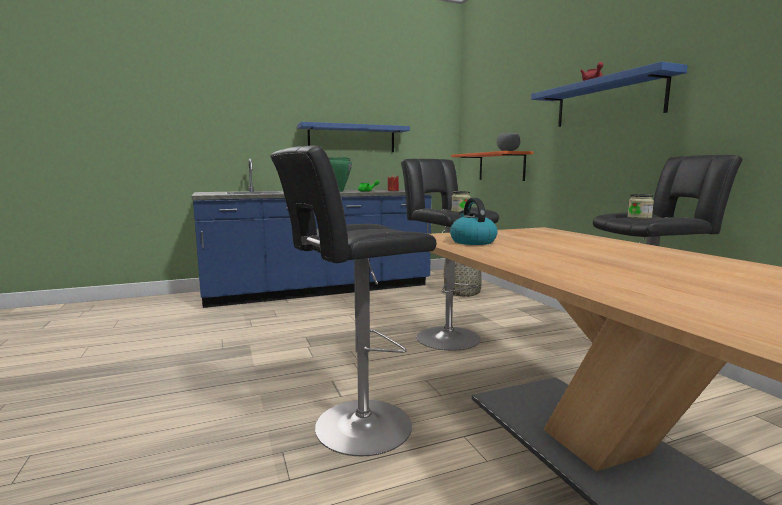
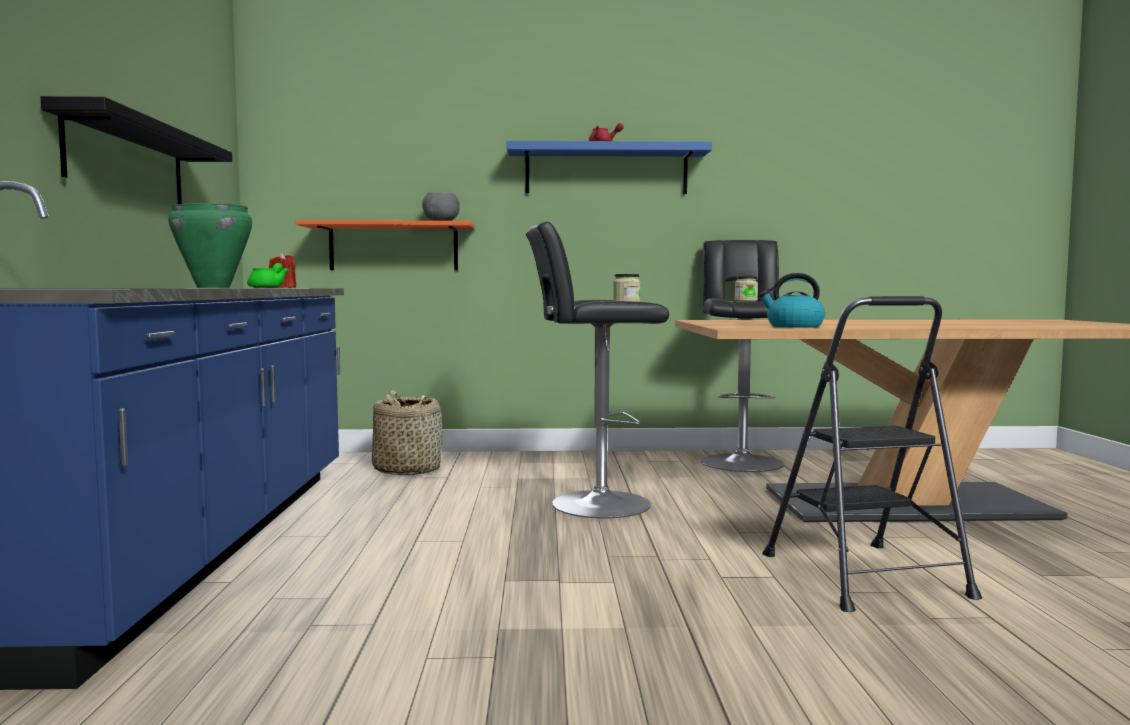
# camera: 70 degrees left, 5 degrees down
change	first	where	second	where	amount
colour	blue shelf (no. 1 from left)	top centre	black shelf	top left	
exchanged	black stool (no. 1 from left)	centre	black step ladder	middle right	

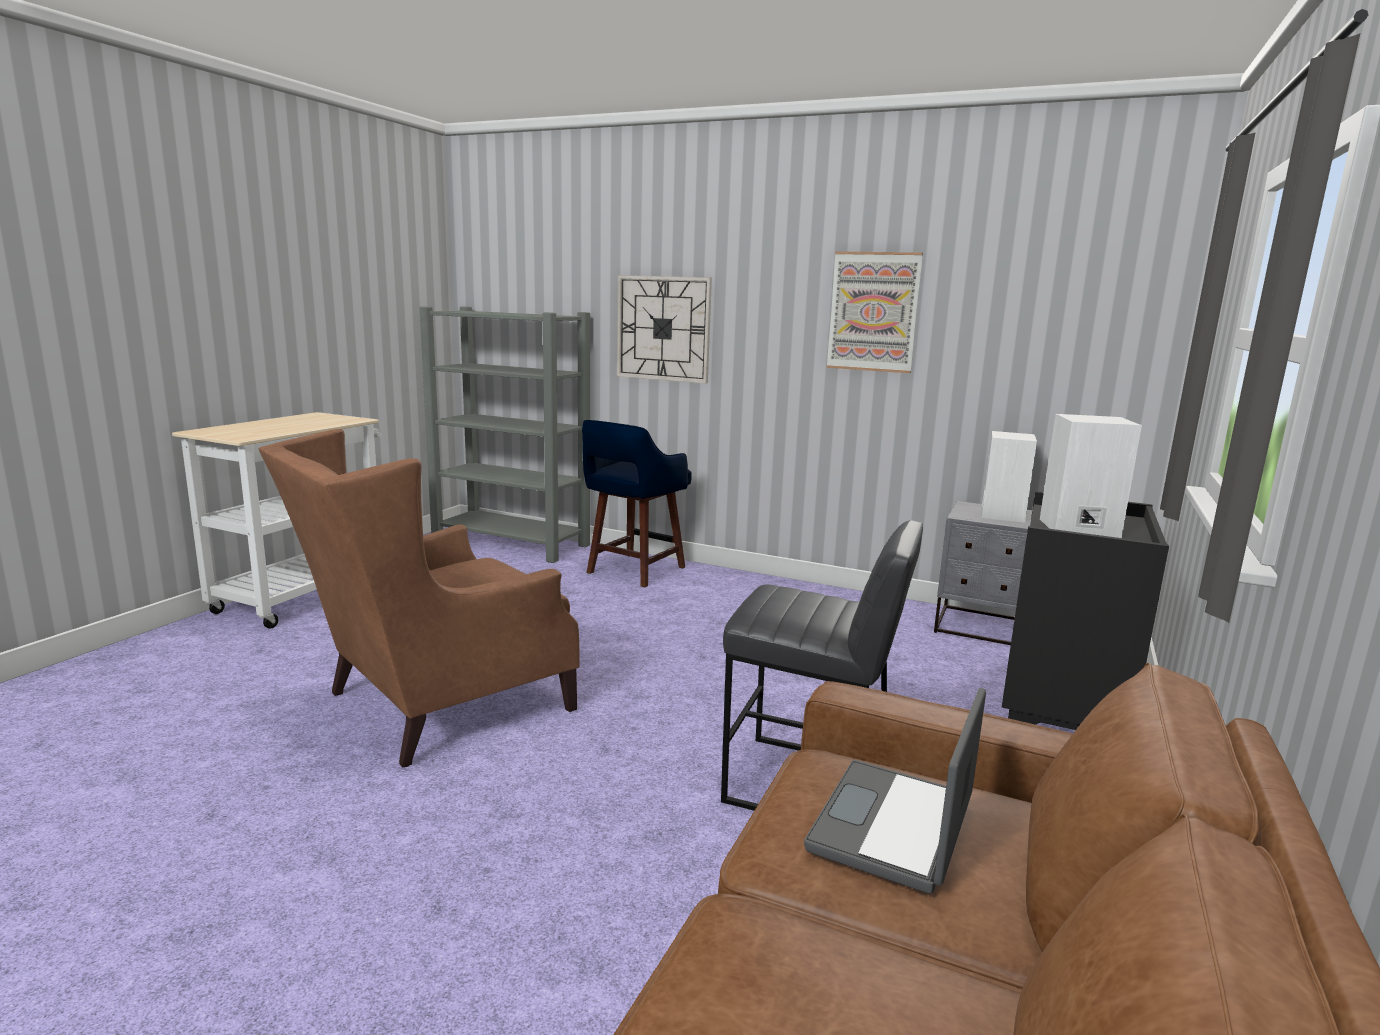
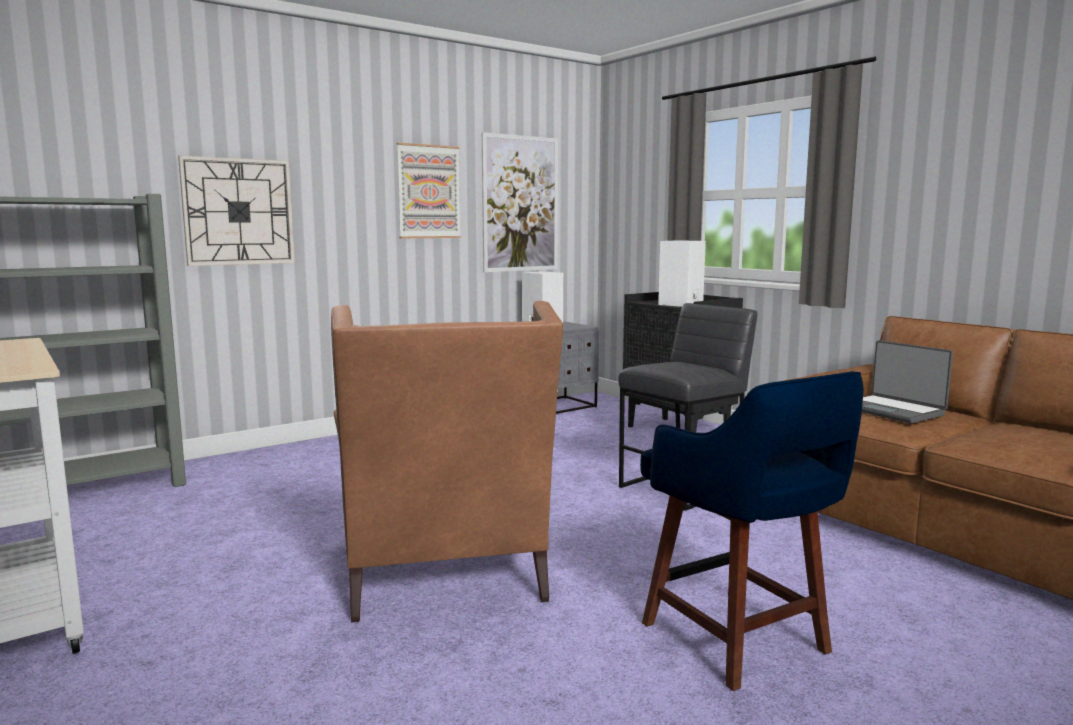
# camera: 60 degrees left, 5 degrees down
change	first	where	second	where	amount
appeared			picture (no. 2 from left)	top centre	
relocated	blue stool	centre		bottom right	

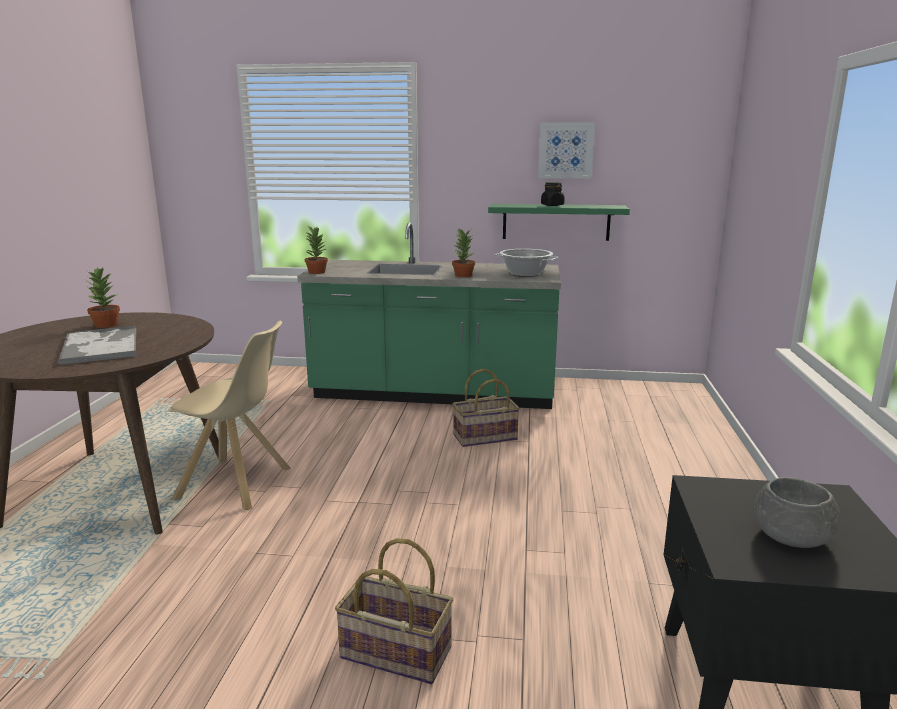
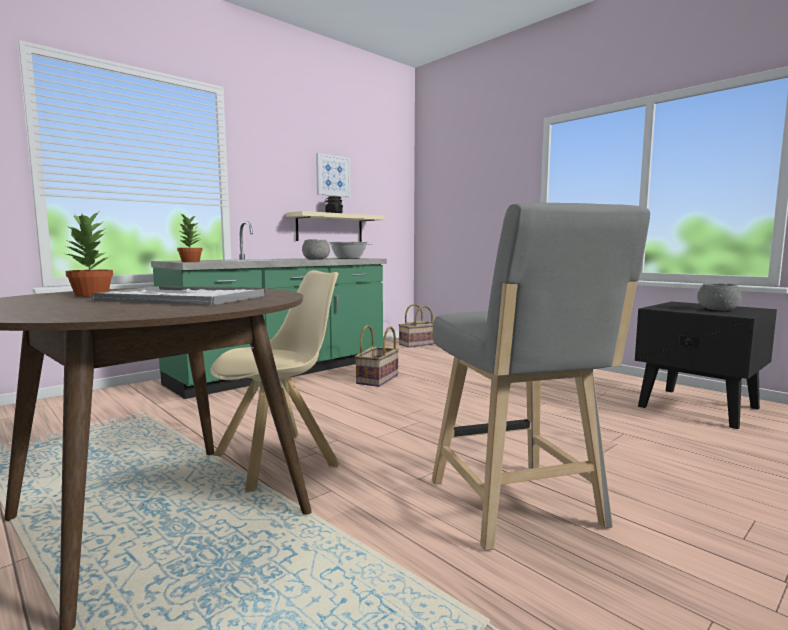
# camera: 50 degrees left, 10 degrees down
change	first	where	second	where	amount
colour	green shelf	top centre	beige shelf	centre	
exchanged	potted plant (no. 3 from left)	centre	grey bowl (no. 1 from left)	centre	
relocated	basket (no. 1 from left in the first image)	bottom centre	basket (no. 2 from left)	centre	
appeared			grey stool	middle right	

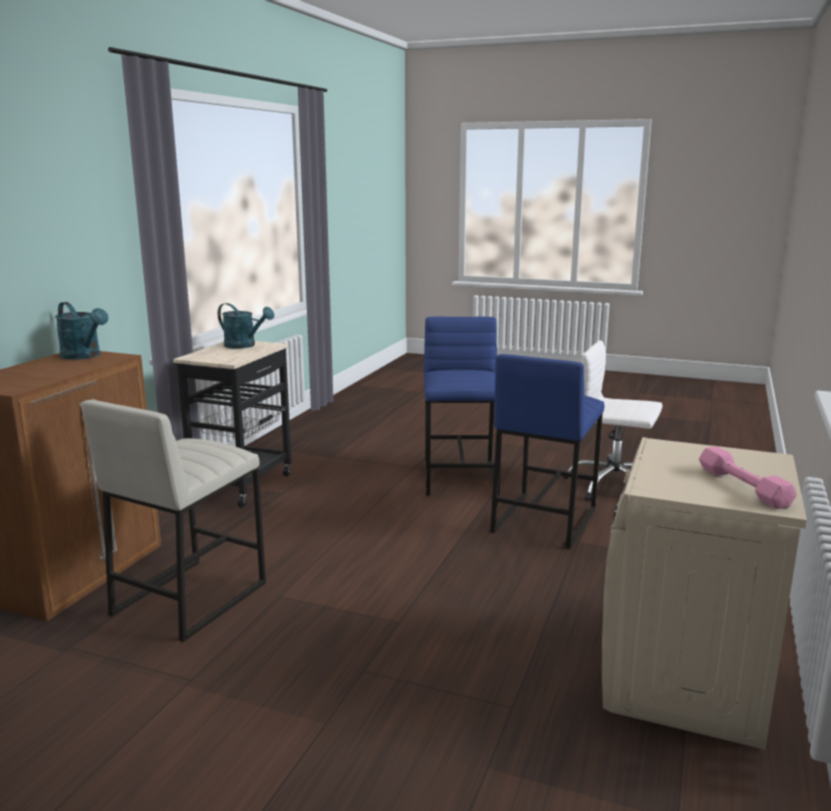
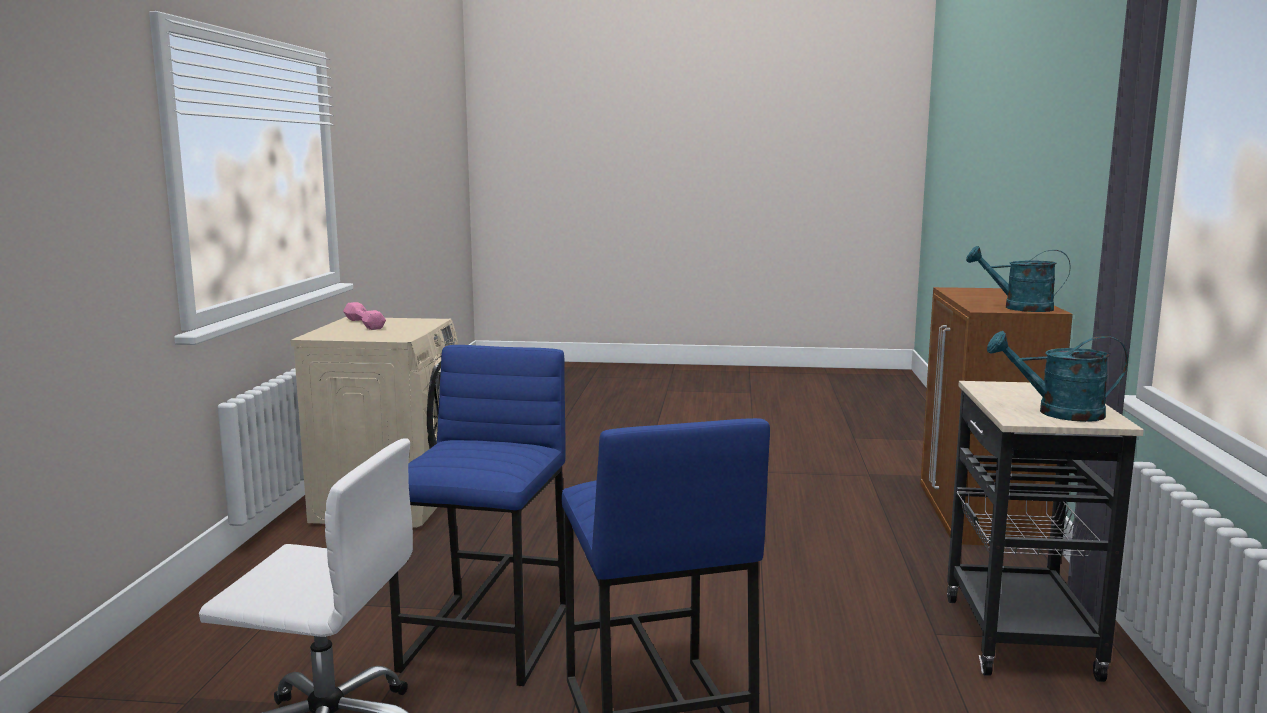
# camera: 165 degrees right, 5 degrees down
change	first	where	second	where	amount
missing	beige stool	middle left			

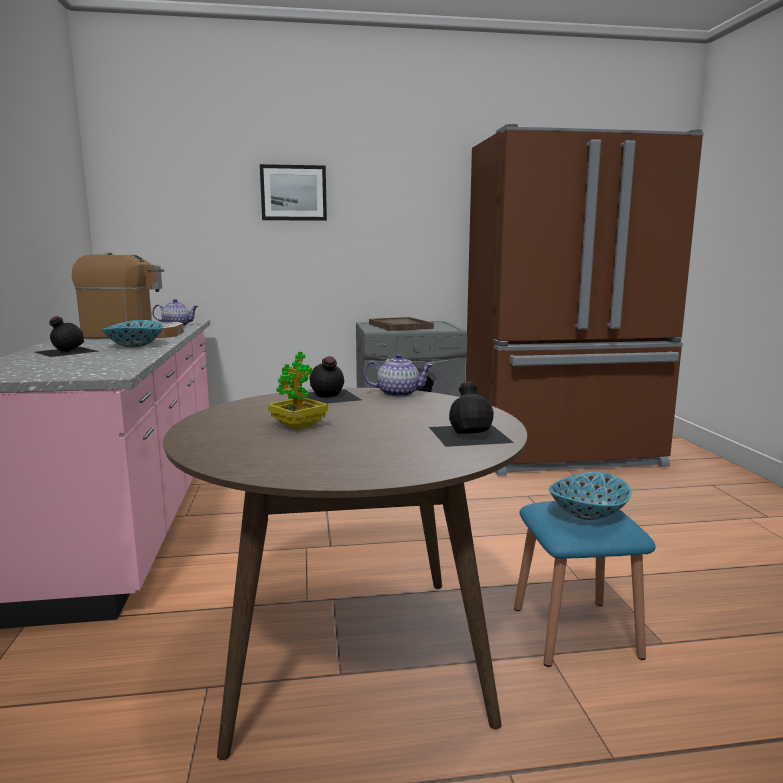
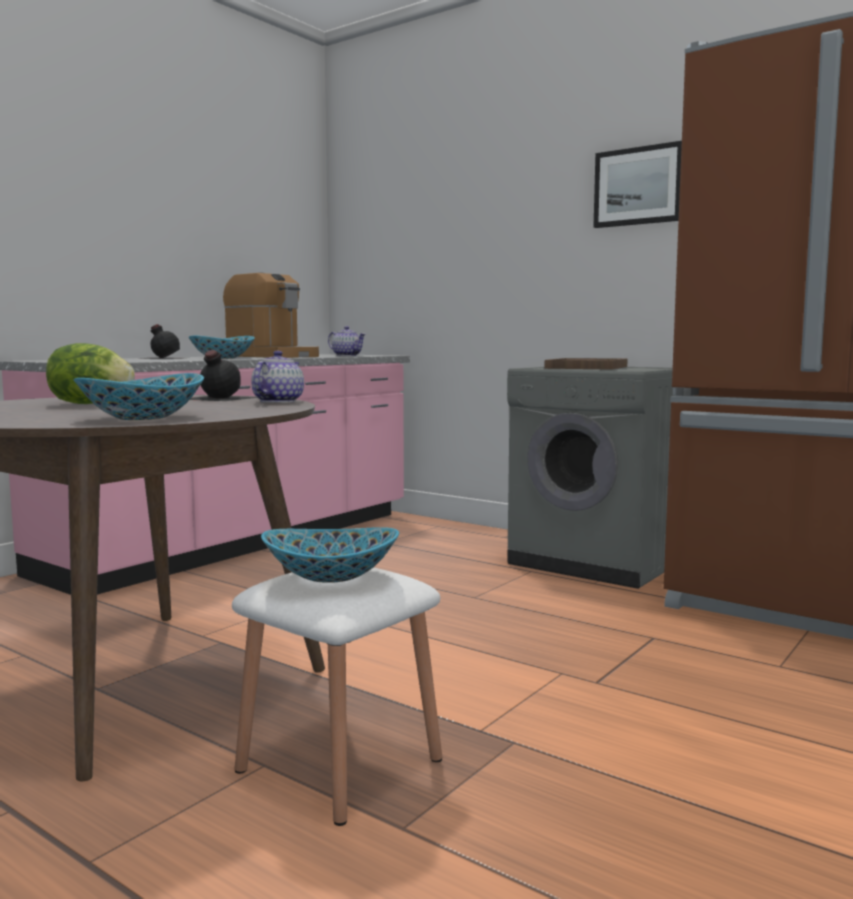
# camera: 45 degrees right, 5 degrees down
change	first	where	second	where	amount
exchanged	potted plant	centre	lettuce	middle left	
exchanged	black bottle (no. 3 from left)	centre	bowl (no. 1 from left)	middle left	
colour	blue stool	bottom right	white stool	bottom centre	
spun	teapot (no. 2 from left in the first image)	centre	teapot (no. 1 from left)	middle left	120 degrees counterclockwise
relocated	picture	top centre		top right	

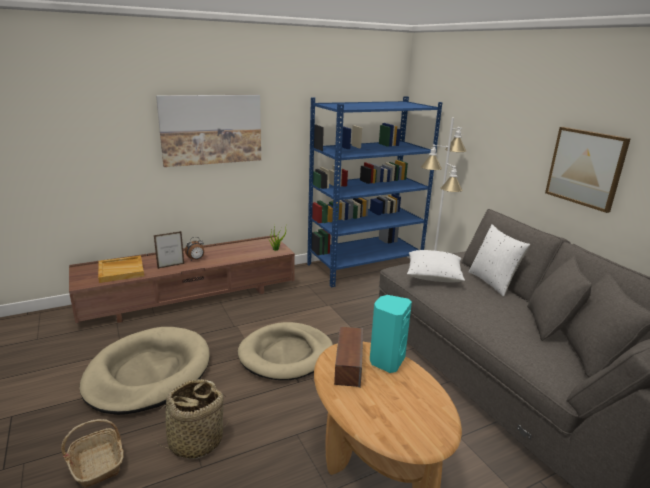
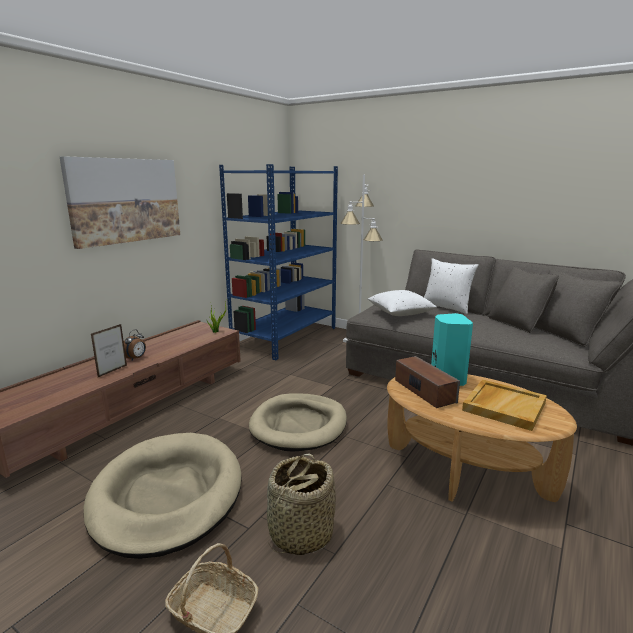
# camera: 30 degrees left, 5 degrees down
change	first	where	second	where	amount
relocated	beige tray	middle left		middle right	
missing	picture (no. 2 from left)	middle right			

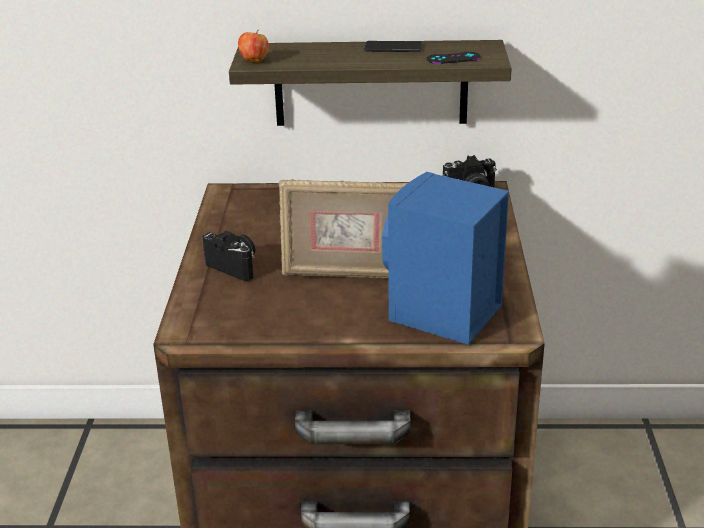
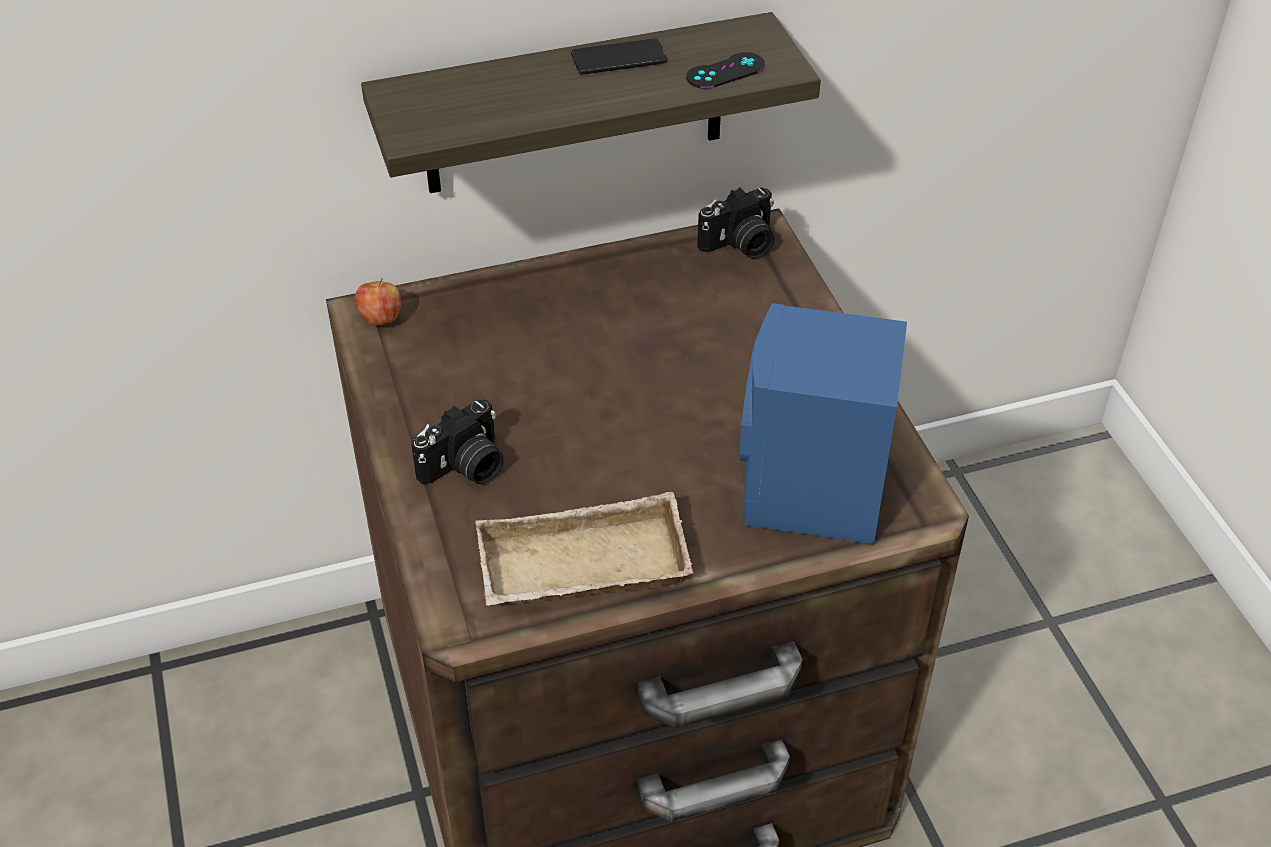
# camera: 20 degrees left, 15 degrees up
change	first	where	second	where	amount
relocated	apple	top centre		middle left	
spun	photo camera (no. 1 from left)	middle left		centre	120 degrees clockwise
appeared			beige tray	centre	
missing	picture frame	centre			

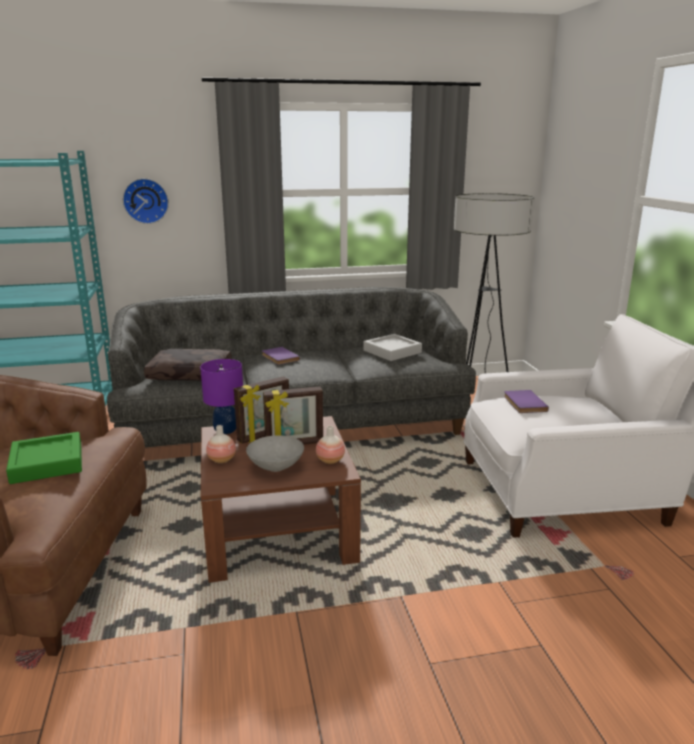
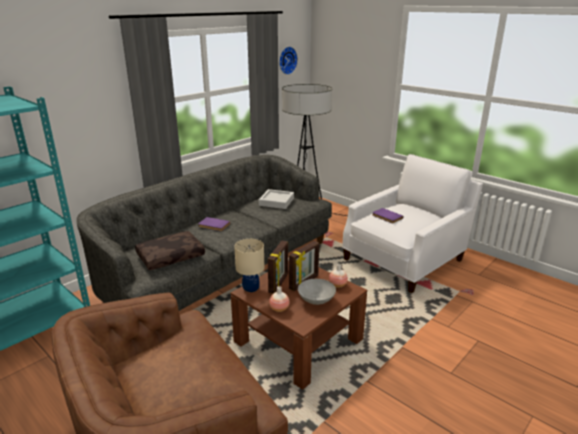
# camera: 35 degrees left, 5 degrees up
change	first	where	second	where	amount
colour	purple table lamp	middle left	beige table lamp	centre	
relocated	wall clock	top left		top centre	
missing	green tray	middle left			

